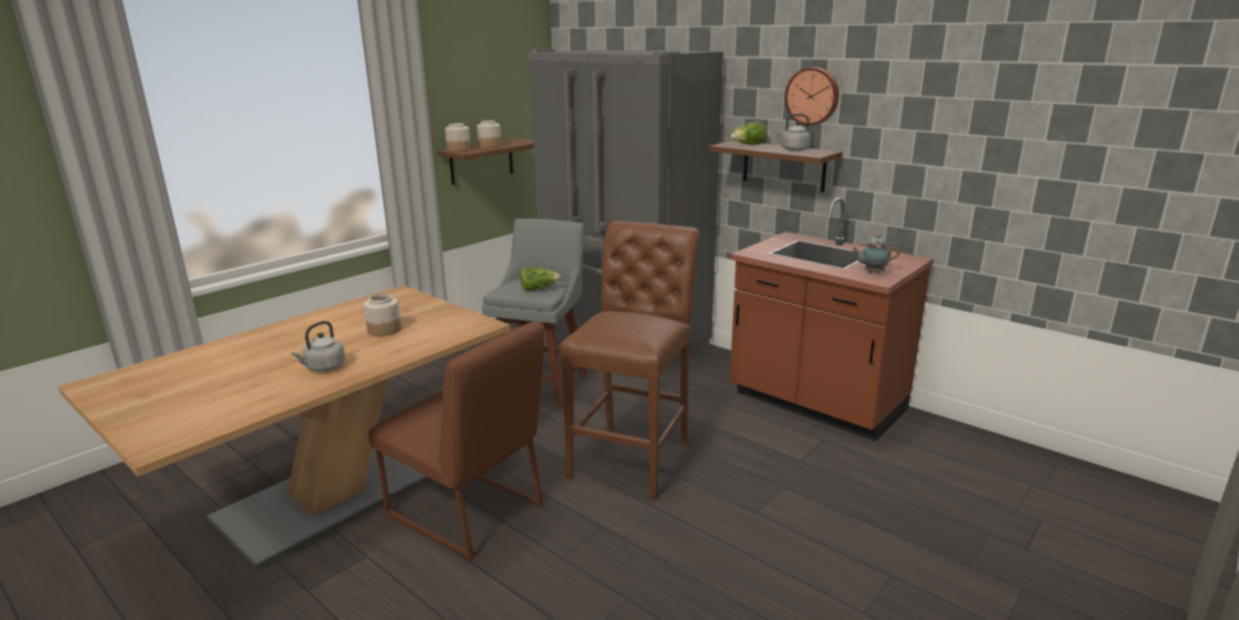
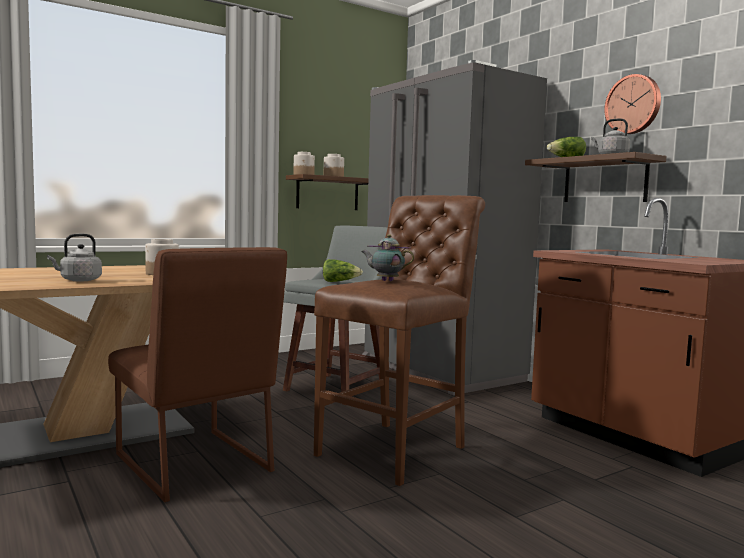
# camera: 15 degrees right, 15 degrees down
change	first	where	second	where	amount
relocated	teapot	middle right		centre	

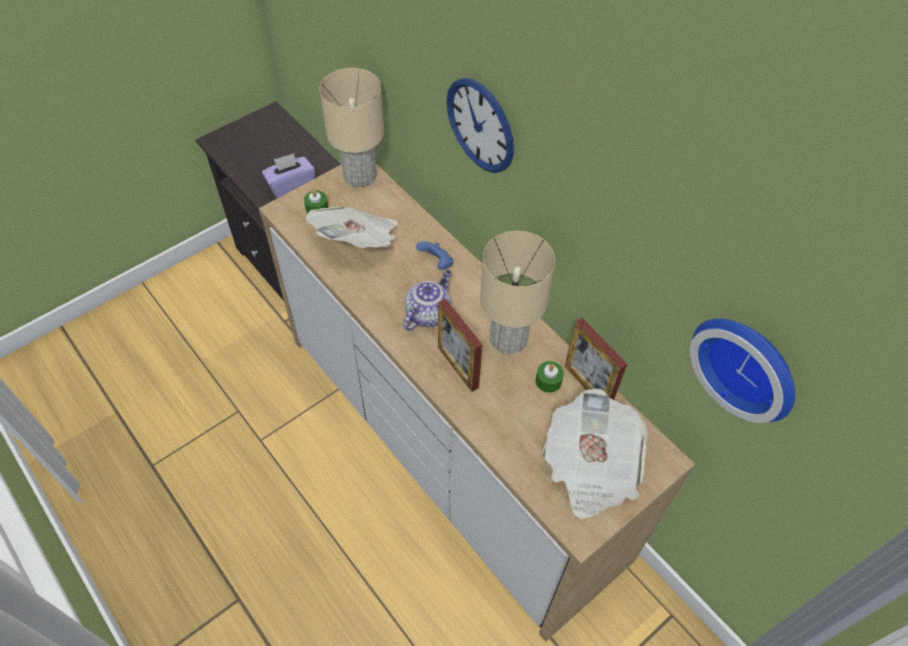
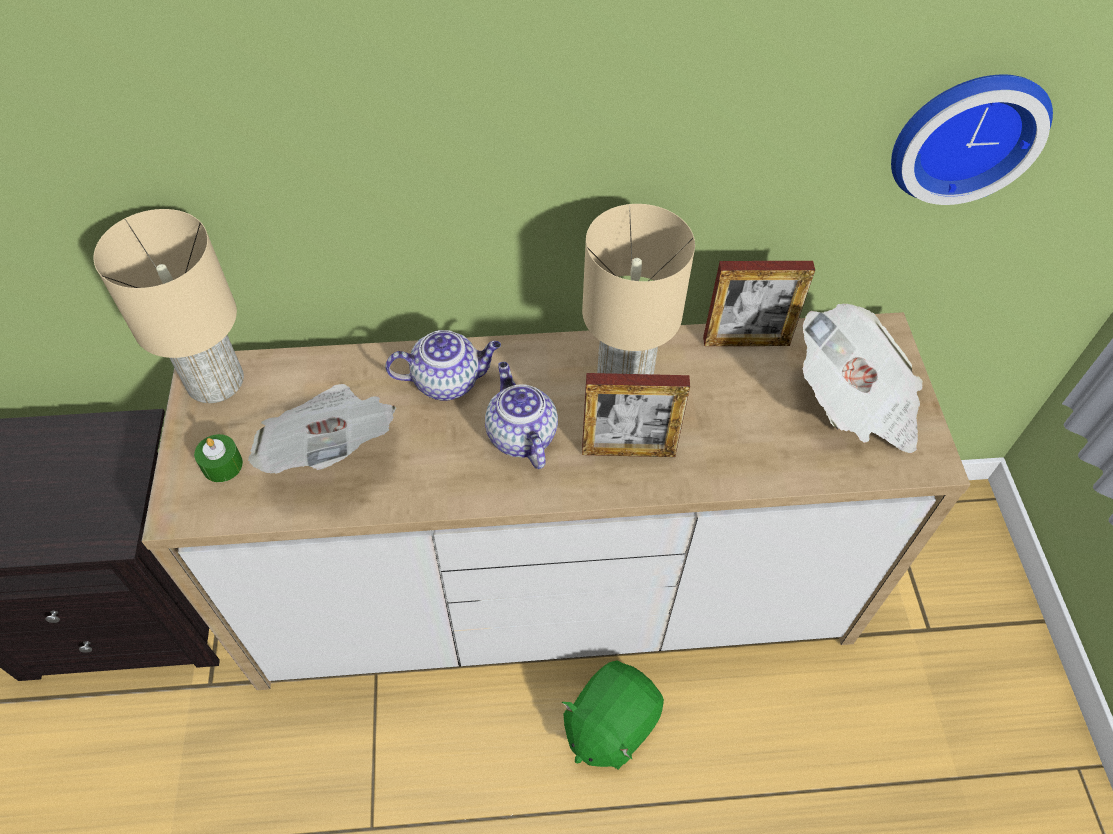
# camera: 55 degrees left, 0 degrees up
change	first	where	second	where	amount
exchanged	blue game controller	centre	teapot (no. 1 from left)	centre	
appeared			green plush toy	bottom centre	
missing	purple tissue box	top left			
missing	wall clock (no. 1 from left)	top centre			
missing	green candle (no. 2 from left)	centre			

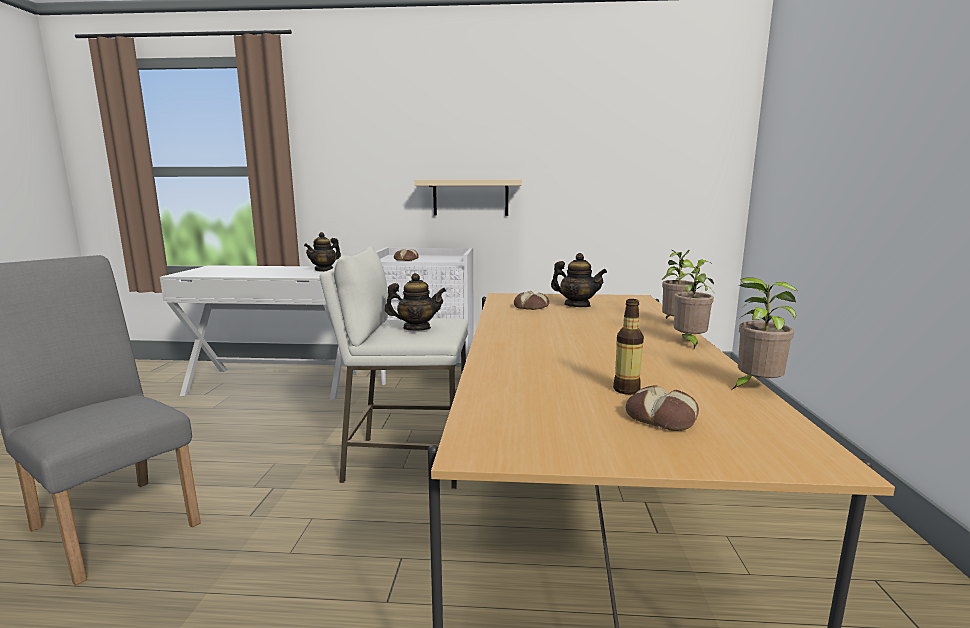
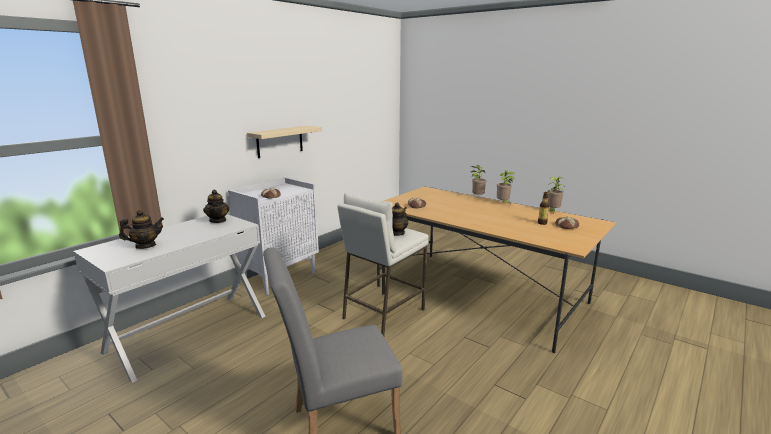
# camera: 55 degrees left, 5 degrees up
change	first	where	second	where	amount
relocated	teapot (no. 3 from left in the first image)	centre	teapot (no. 1 from left)	middle left	

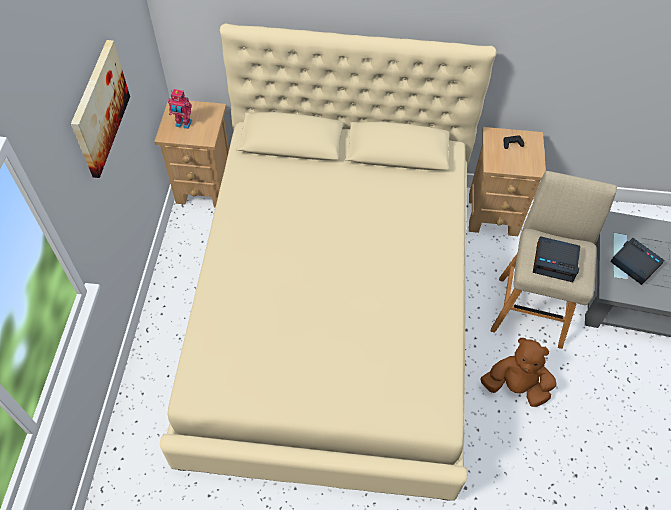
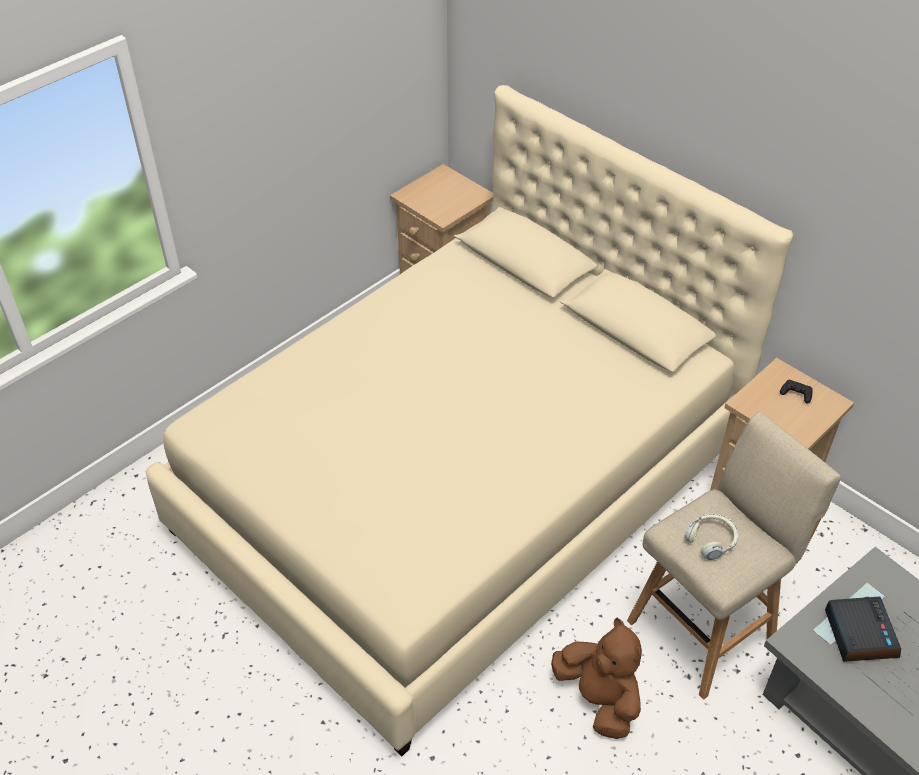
# camera: 40 degrees right, 10 degrees down
change	first	where	second	where	amount
exchanged	alarm clock (no. 1 from left)	middle right	headphones	bottom right	
missing	picture	top left			
missing	toy robot	top left			

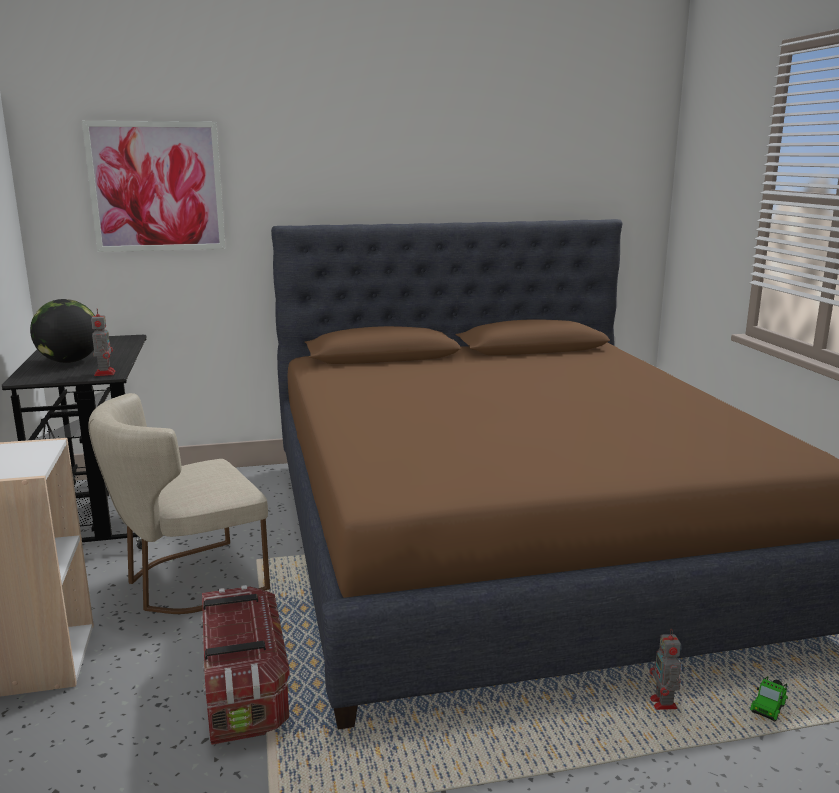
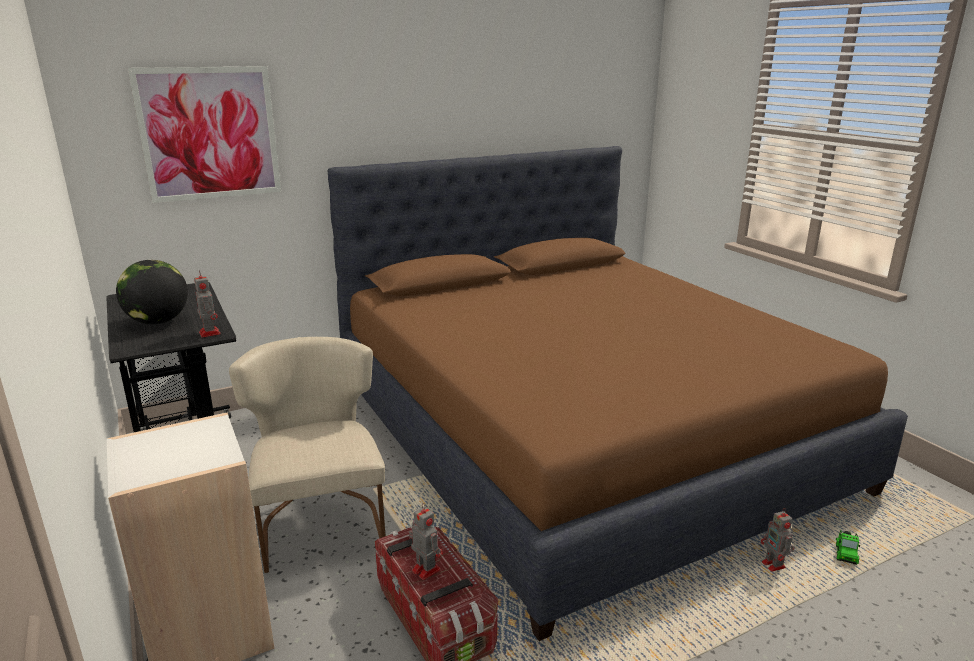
# camera: 15 degrees left, 5 degrees up
change	first	where	second	where	amount
spun	beige chair	middle left		bottom left	120 degrees clockwise
appeared			toy robot (no. 2 from left)	bottom centre	

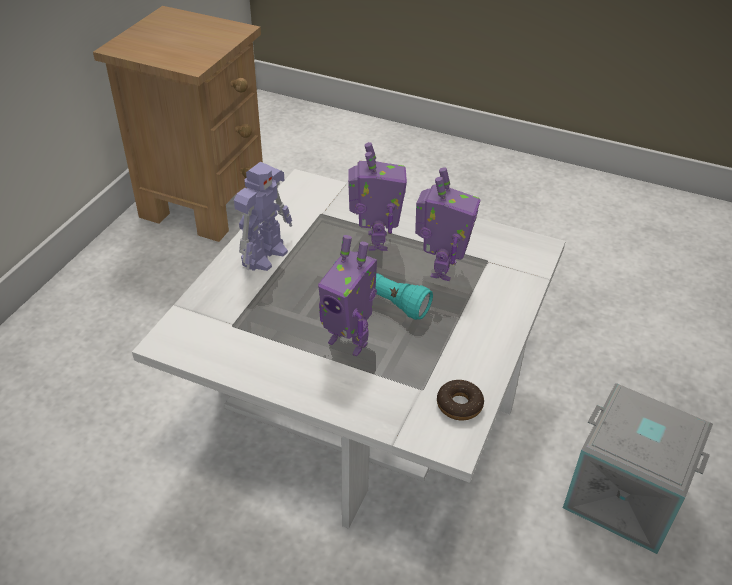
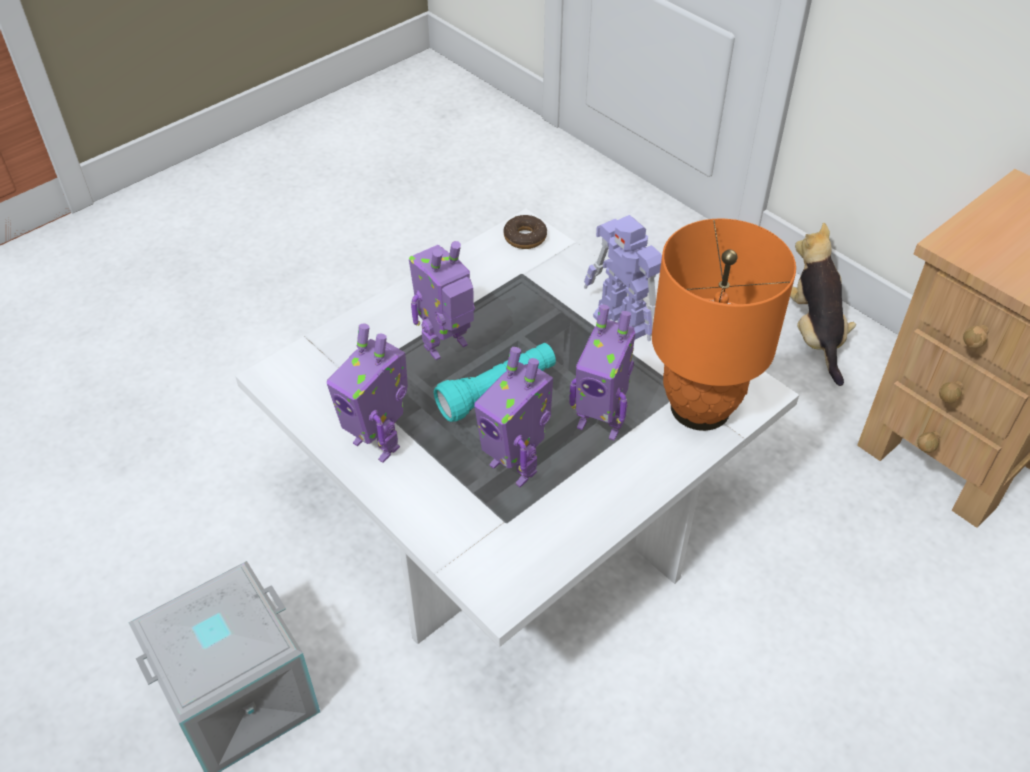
# camera: 115 degrees right, 5 degrees up
change	first	where	second	where	amount
appeared			toy robot (no. 1 from left)	centre	
relocated	donut	bottom centre		top centre	
appeared			orange table lamp	middle right	
appeared			plush toy	middle right	

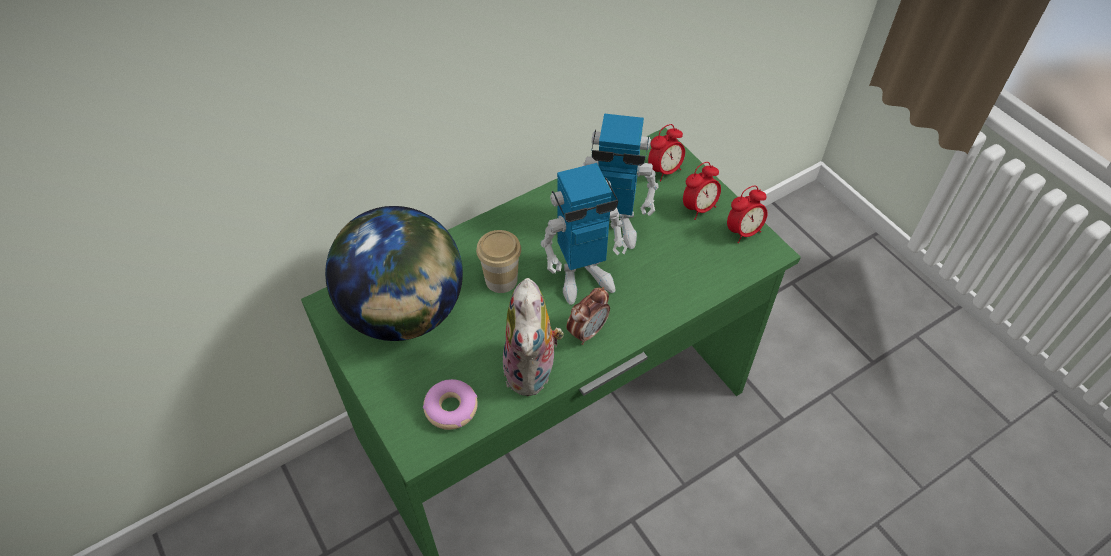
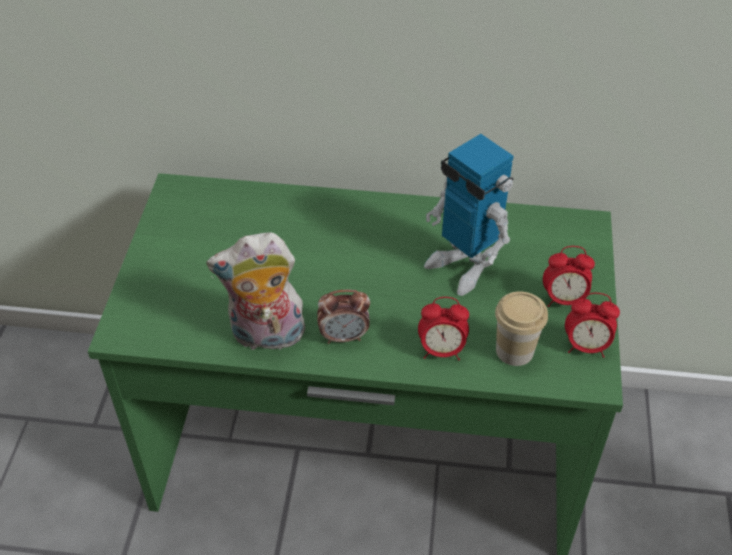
# camera: 40 degrees right, 5 degrees down
change	first	where	second	where	amount
spun	plush toy	centre		centre	45 degrees clockwise
relocated	alarm clock (no. 2 from left)	top centre		centre	
relocated	cup	centre		middle right	
missing	globe	centre			
missing	donut	bottom centre			
missing	toy robot (no. 1 from left)	centre			

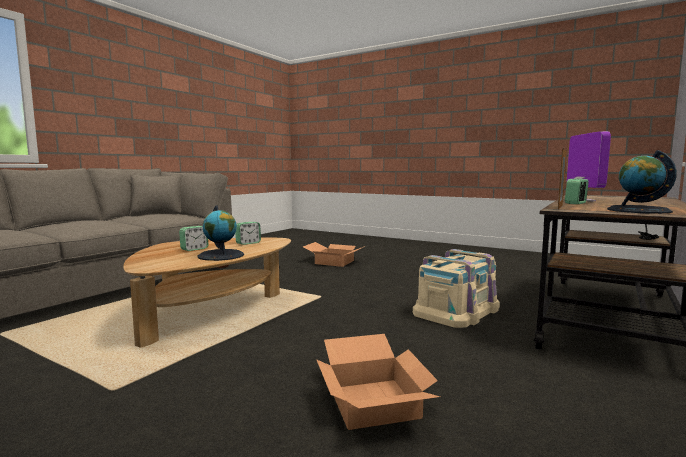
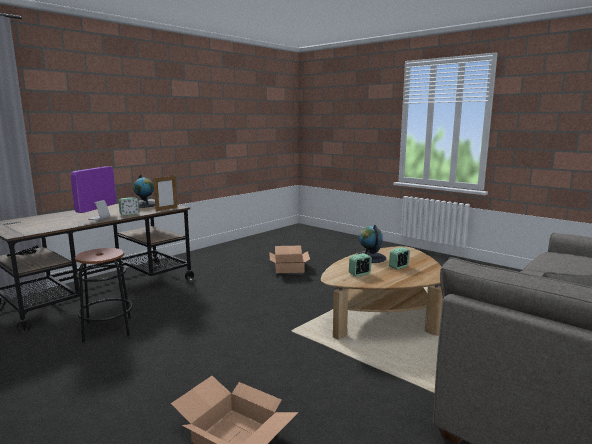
# camera: 170 degrees left, 5 degrees up
change	first	where	second	where	amount
appeared			black stool	middle left	
missing	beige storage box	centre			

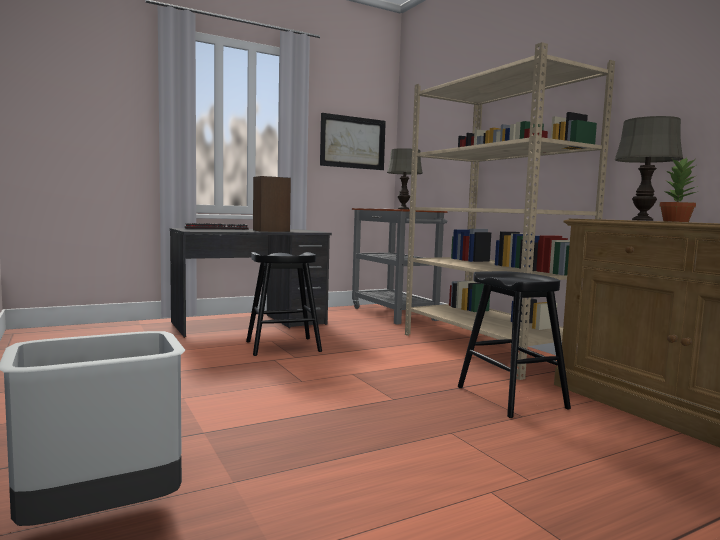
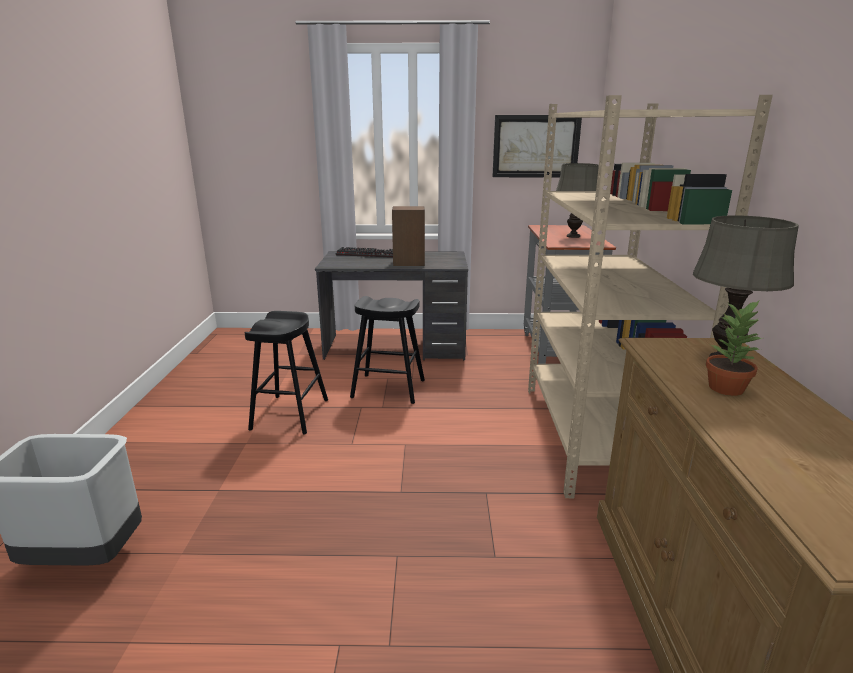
# camera: 30 degrees right, 15 degrees up
change	first	where	second	where	amount
relocated	black stool (no. 2 from left in the first image)	middle right	black stool (no. 1 from left)	centre	

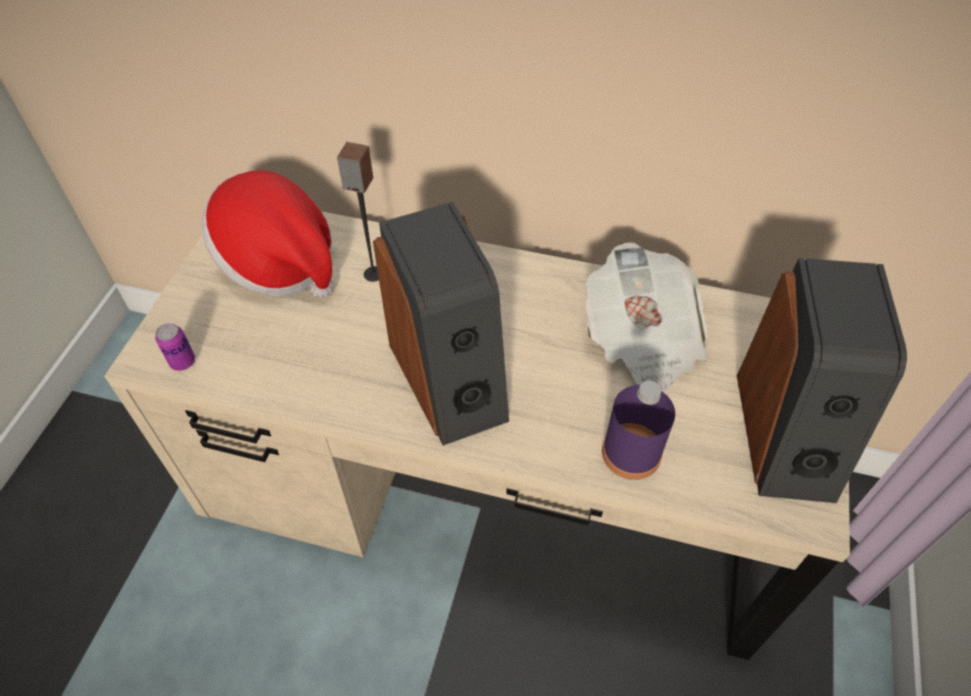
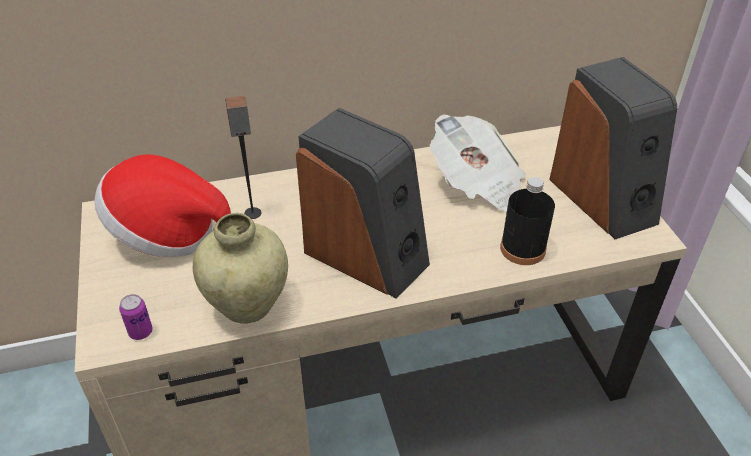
# camera: 30 degrees left, 10 degrees down
change	first	where	second	where	amount
appeared			beige vase	middle left	
colour	purple bottle	centre	black bottle	middle right	

